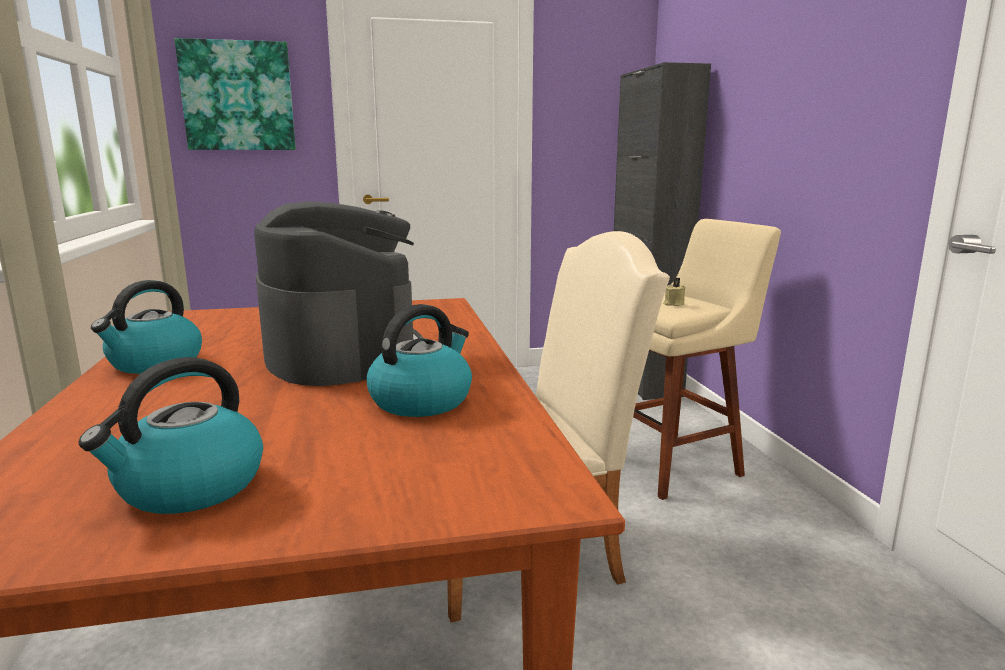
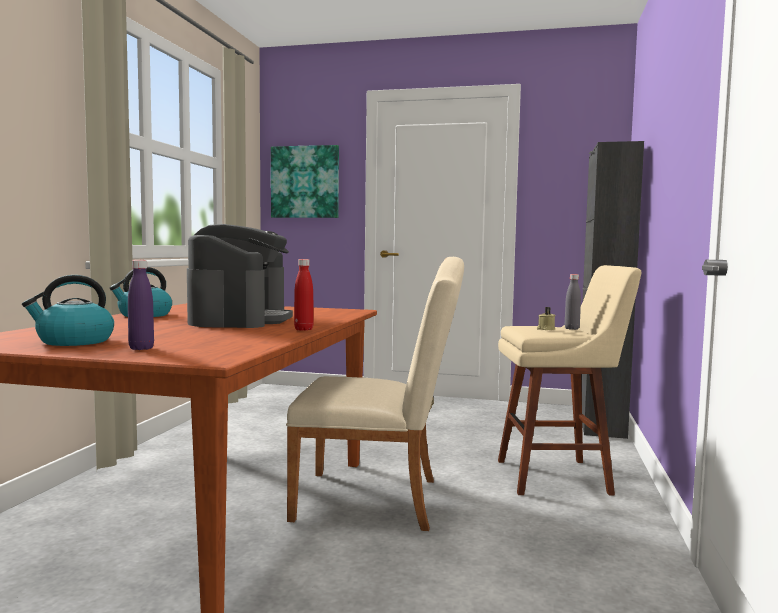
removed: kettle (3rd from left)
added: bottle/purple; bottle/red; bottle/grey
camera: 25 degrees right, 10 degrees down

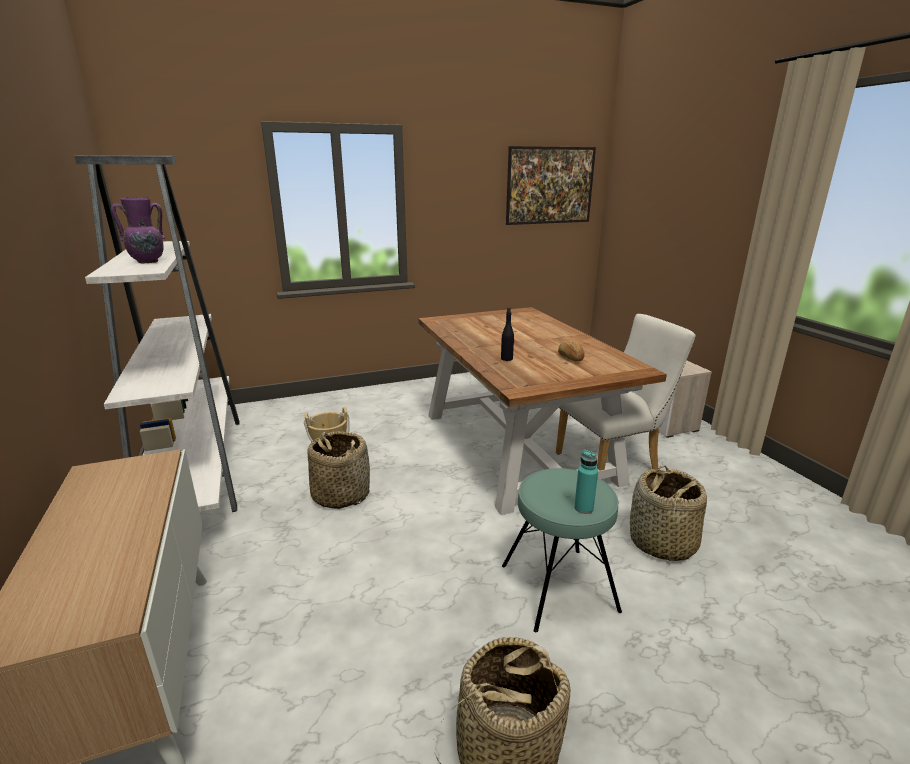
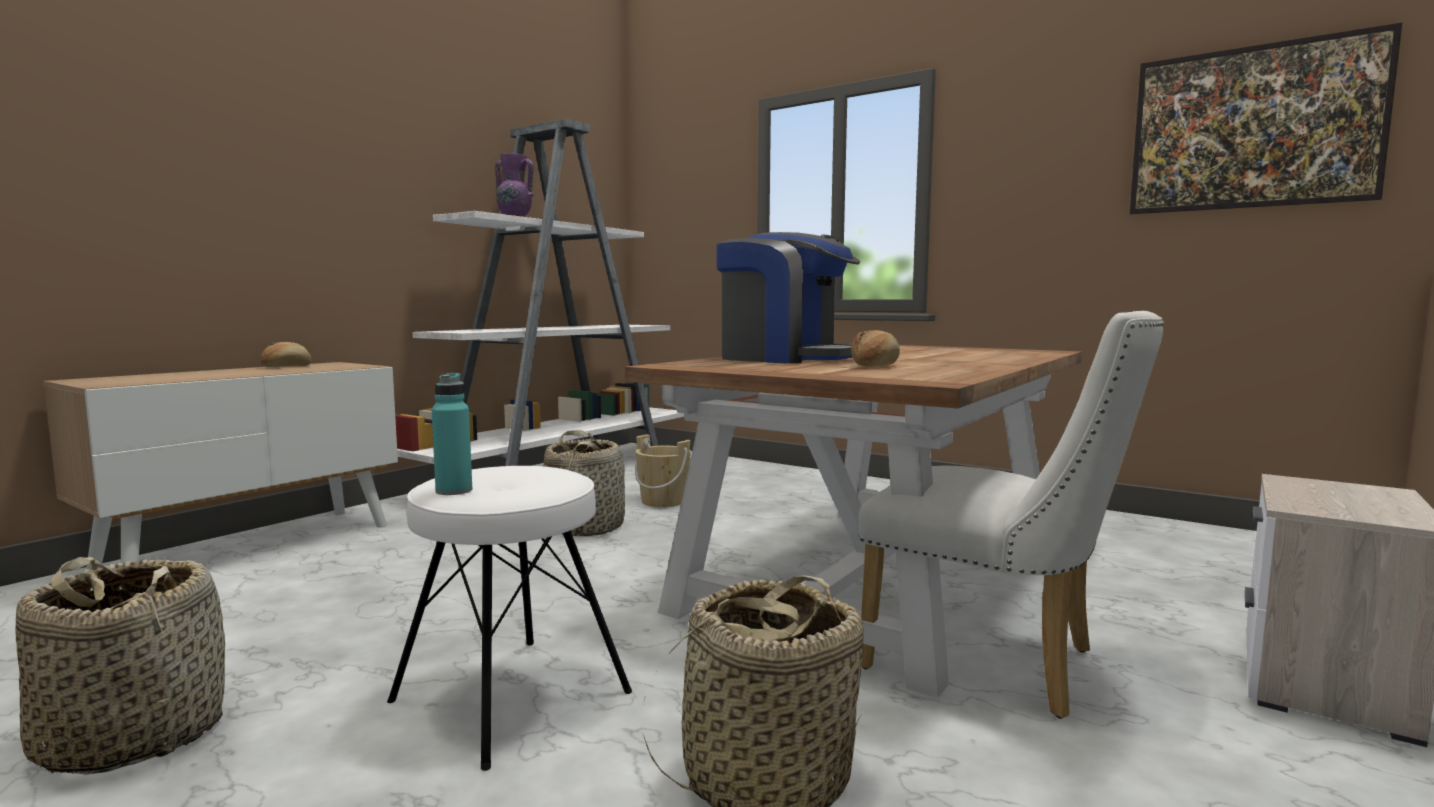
added: bread (1st from left)
replaced: bottle/black to coffee machine
recoloured: stool/turquoise to stool/white
camera: 55 degrees right, 15 degrees down

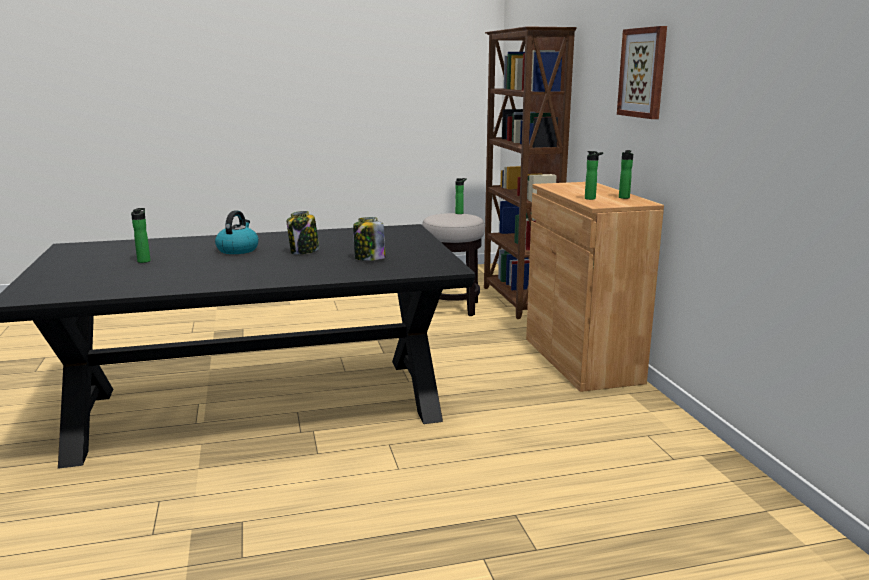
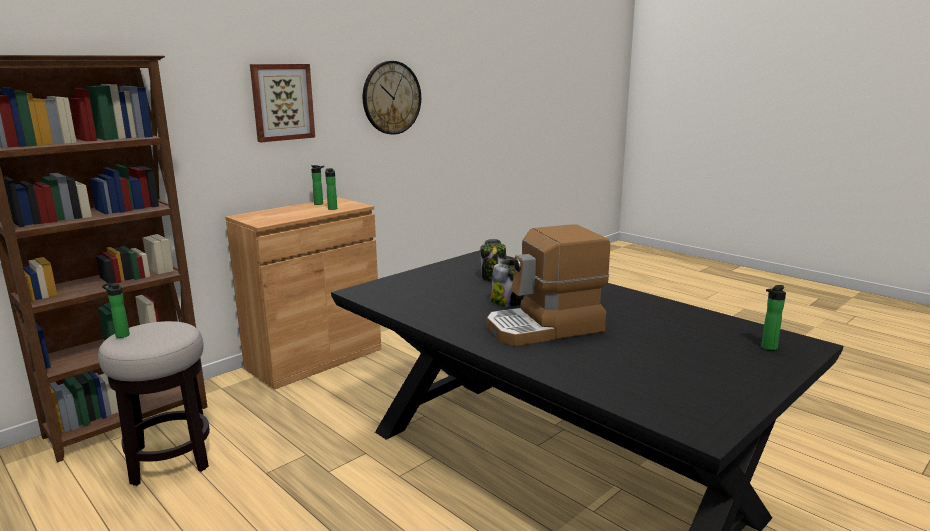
added: wall clock
moved: bottle (1st from left in the first image) to bottle (4th from left)
replaced: kettle to coffee machine
camera: 120 degrees left, 0 degrees up

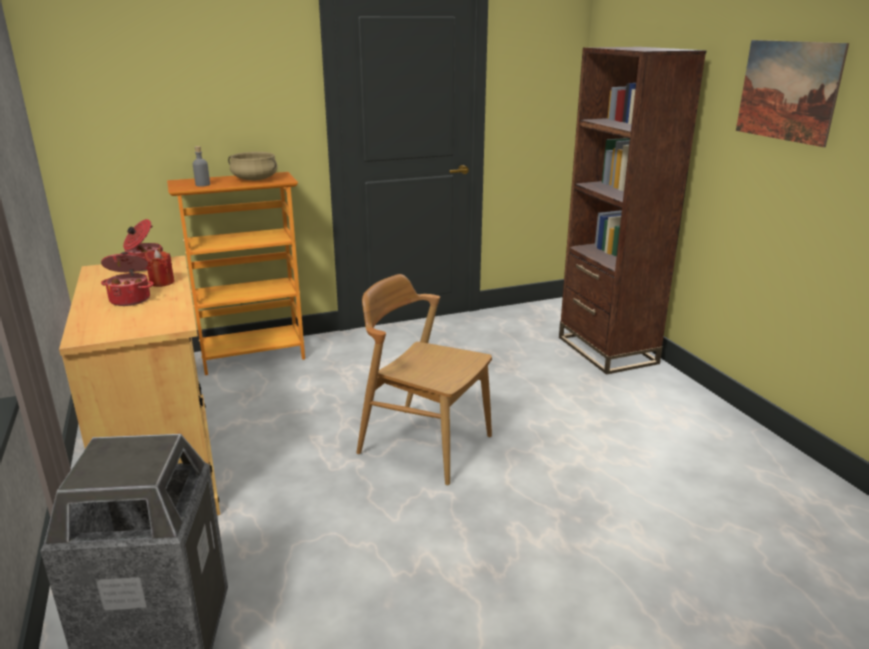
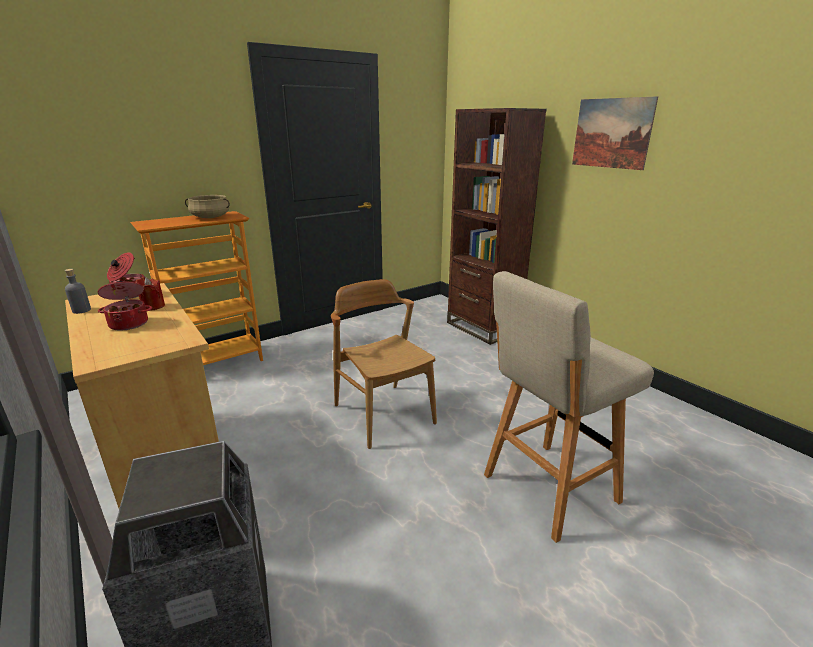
added: stool/beige
moved: bottle/grey
turned: chair/brown 45 degrees clockwise
camera: 15 degrees left, 0 degrees up

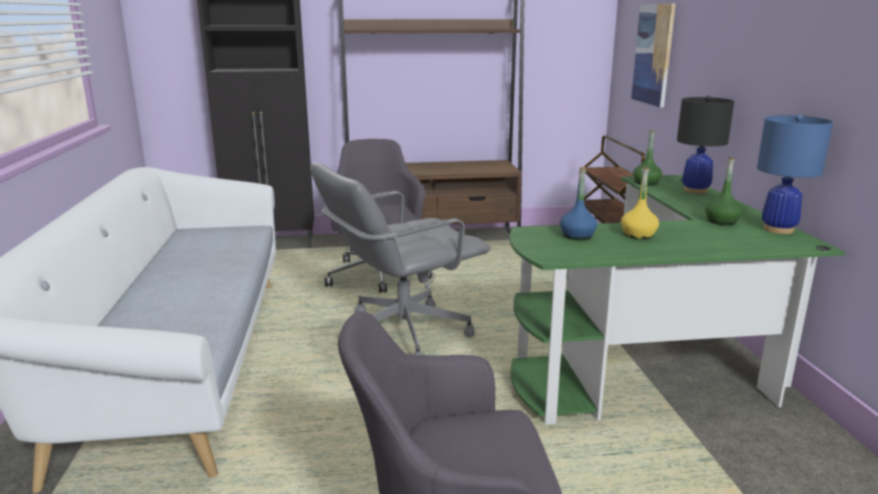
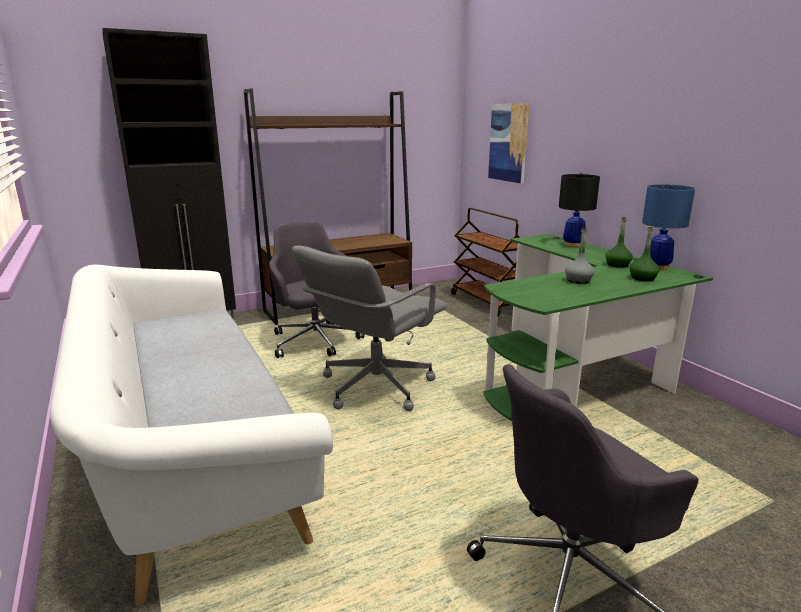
removed: bottle/blue
moved: bottle/green (1st from left in the first image) to bottle/green (2nd from left)
recoloured: bottle/yellow to bottle/grey
camera: 20 degrees left, 0 degrees up

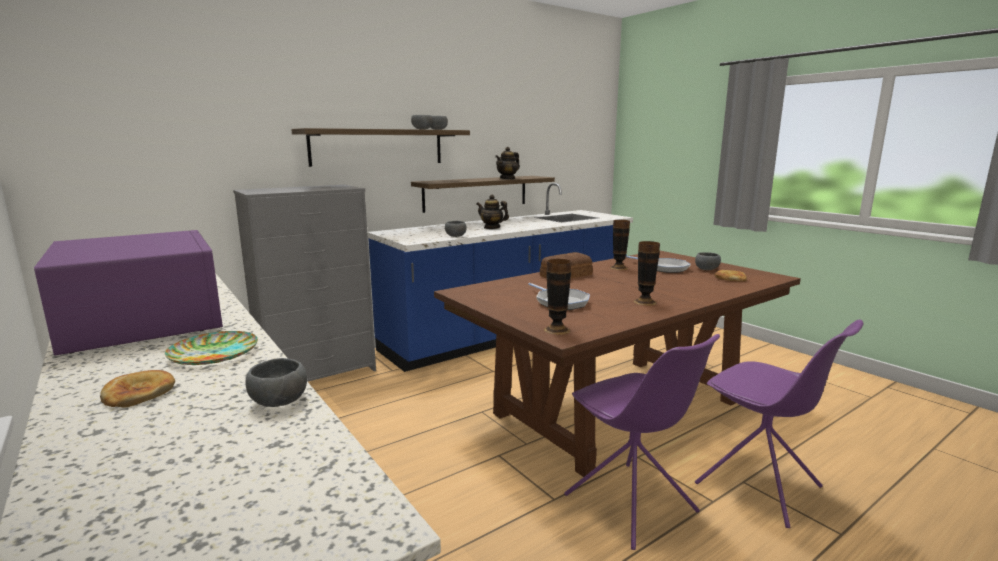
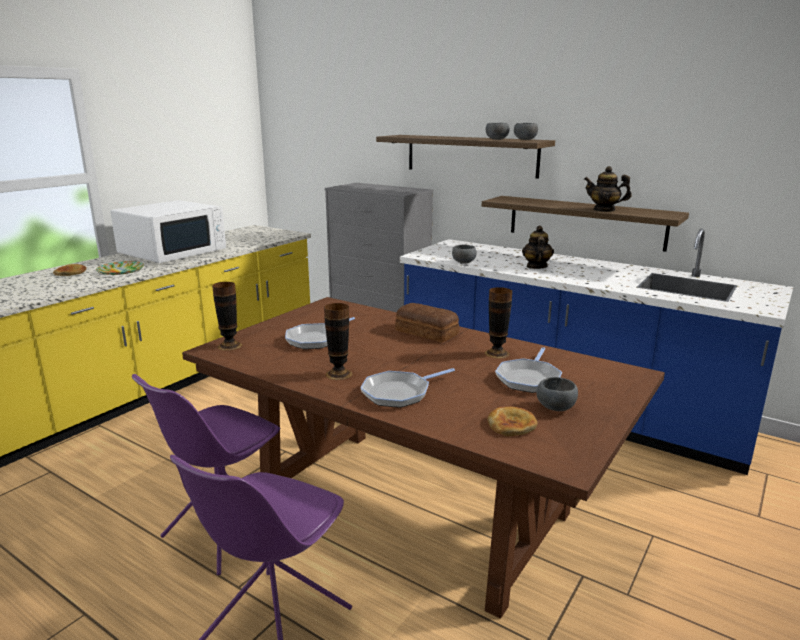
removed: bowl/grey (1st from left)
added: frying pan (2nd from left)
recoloured: microwave/purple to microwave/white
camera: 70 degrees right, 5 degrees up

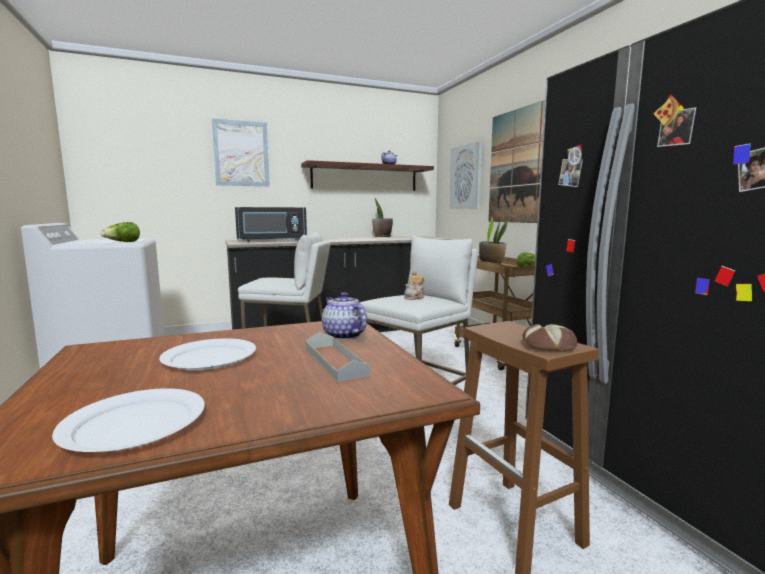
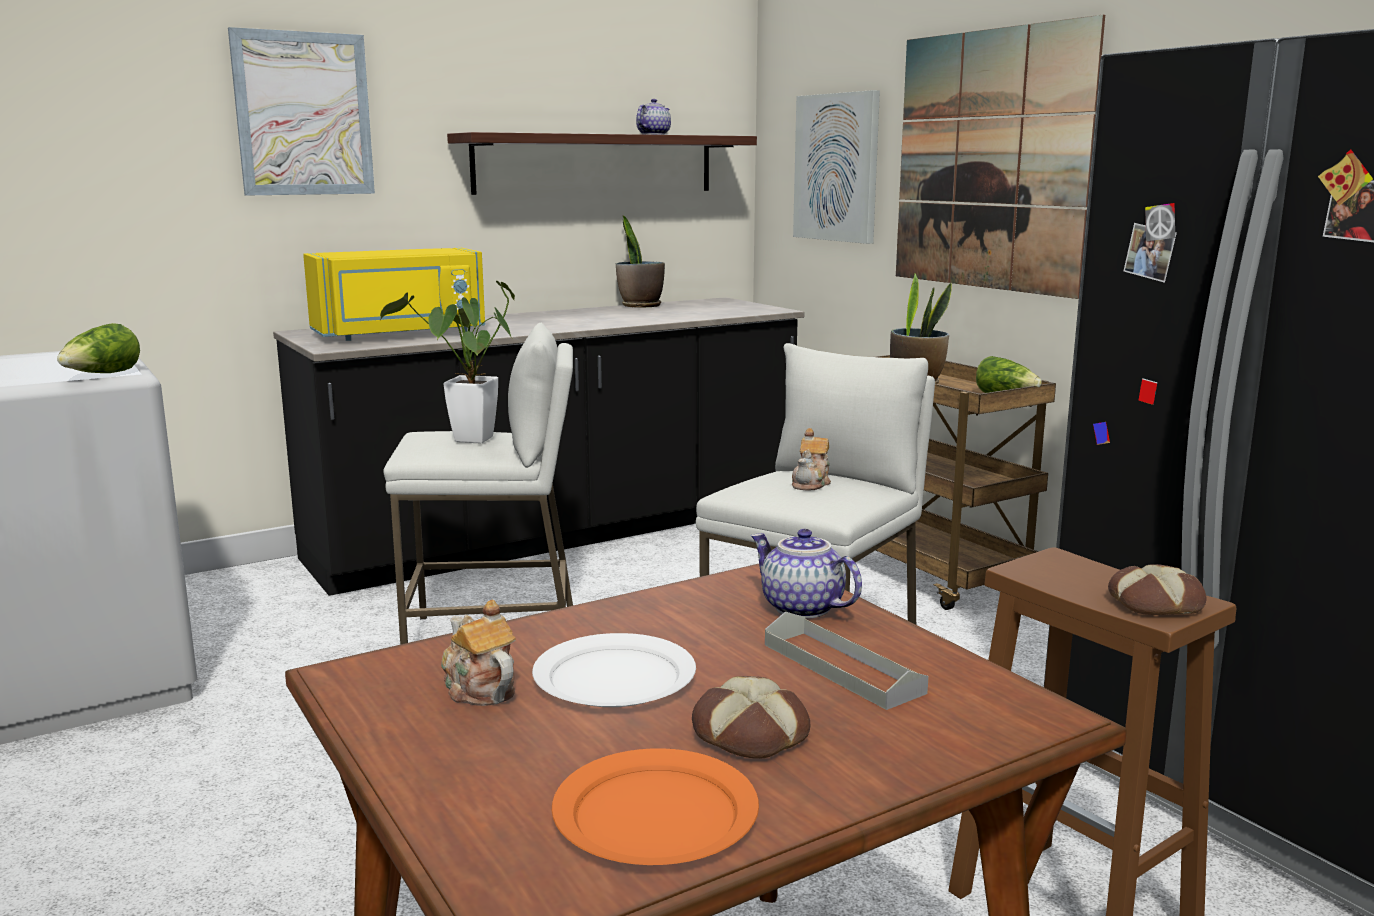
added: potted plant (1st from left); teapot (1st from left); bread (1st from left)
recoloured: microwave/black to microwave/yellow; plate/white (1st from left) to plate/orange
camera: 10 degrees left, 5 degrees up

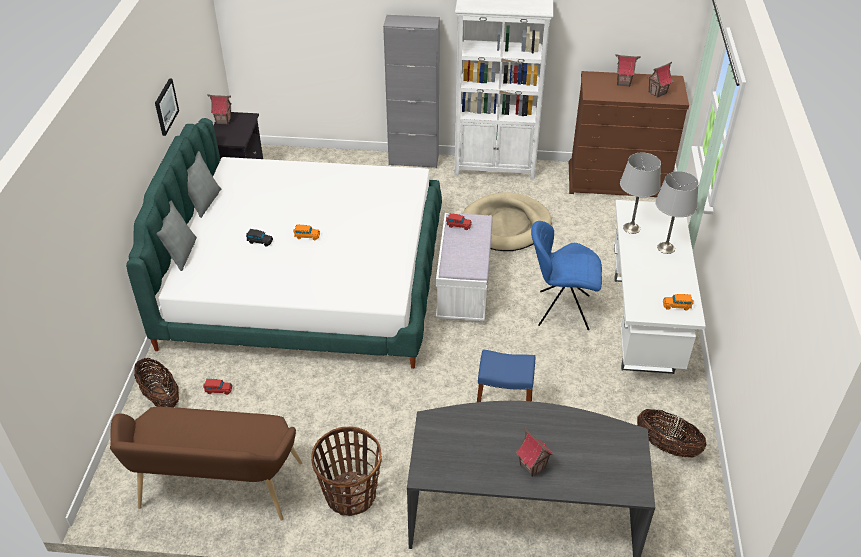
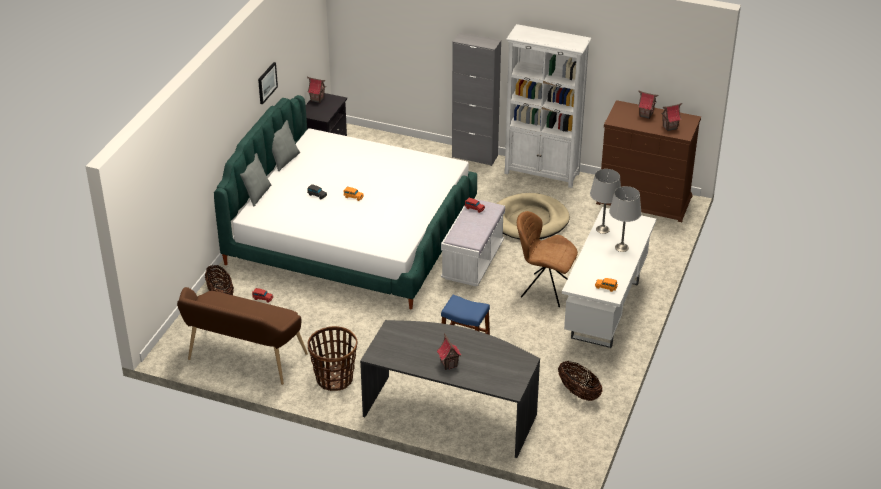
recoloured: chair/blue to chair/brown
camera: 15 degrees right, 5 degrees down

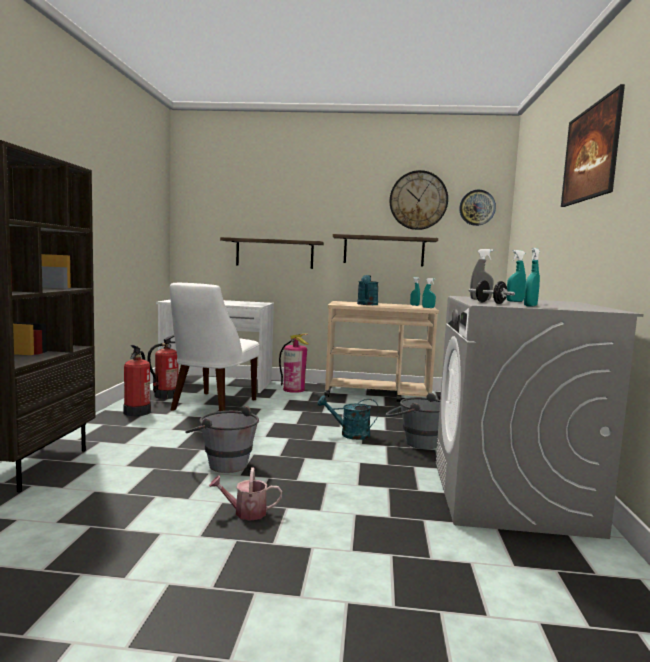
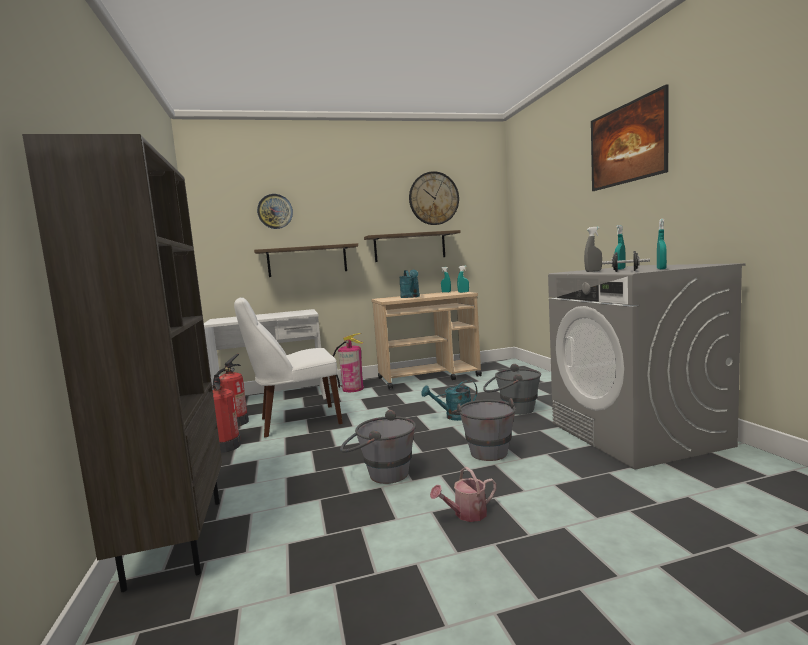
added: bucket/grey (2nd from left)
moved: wall clock (2nd from left in the first image) to wall clock (1st from left)
turned: chair/white 75 degrees clockwise
camera: 20 degrees left, 0 degrees up

